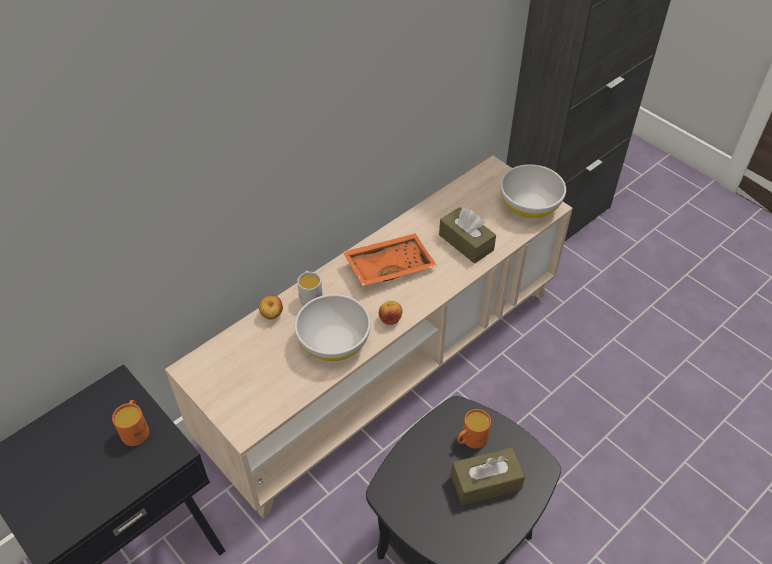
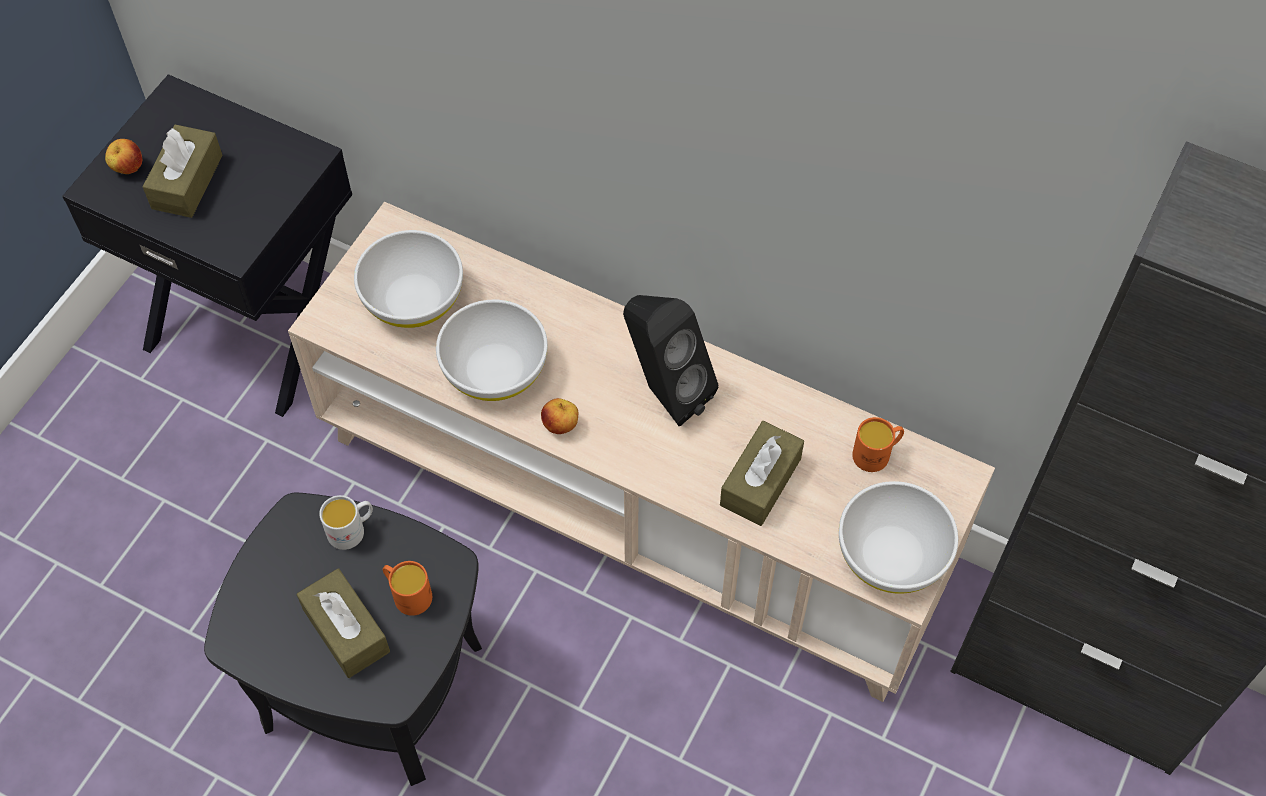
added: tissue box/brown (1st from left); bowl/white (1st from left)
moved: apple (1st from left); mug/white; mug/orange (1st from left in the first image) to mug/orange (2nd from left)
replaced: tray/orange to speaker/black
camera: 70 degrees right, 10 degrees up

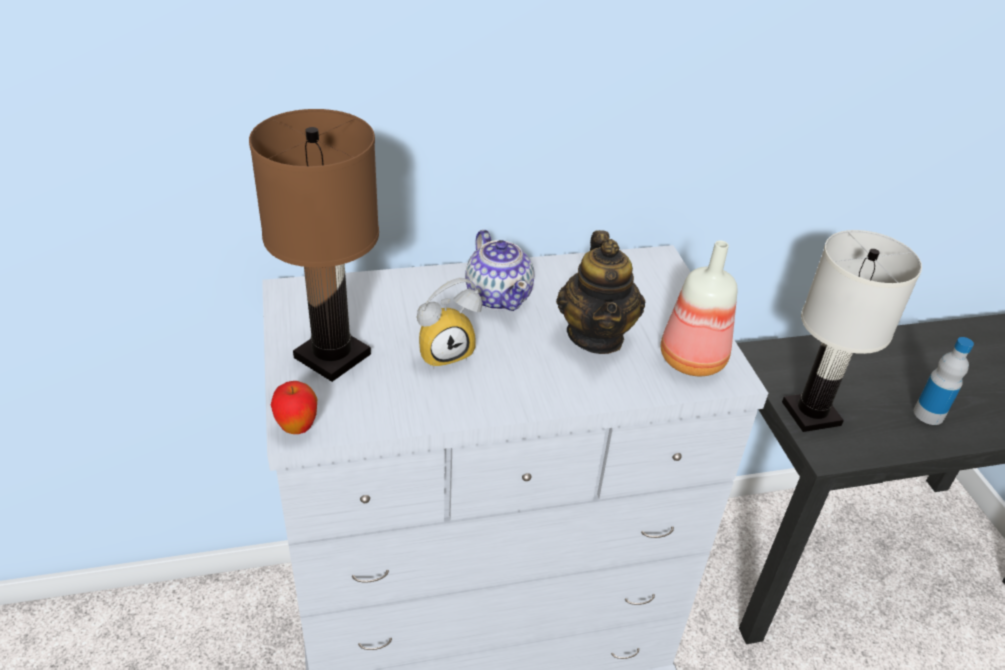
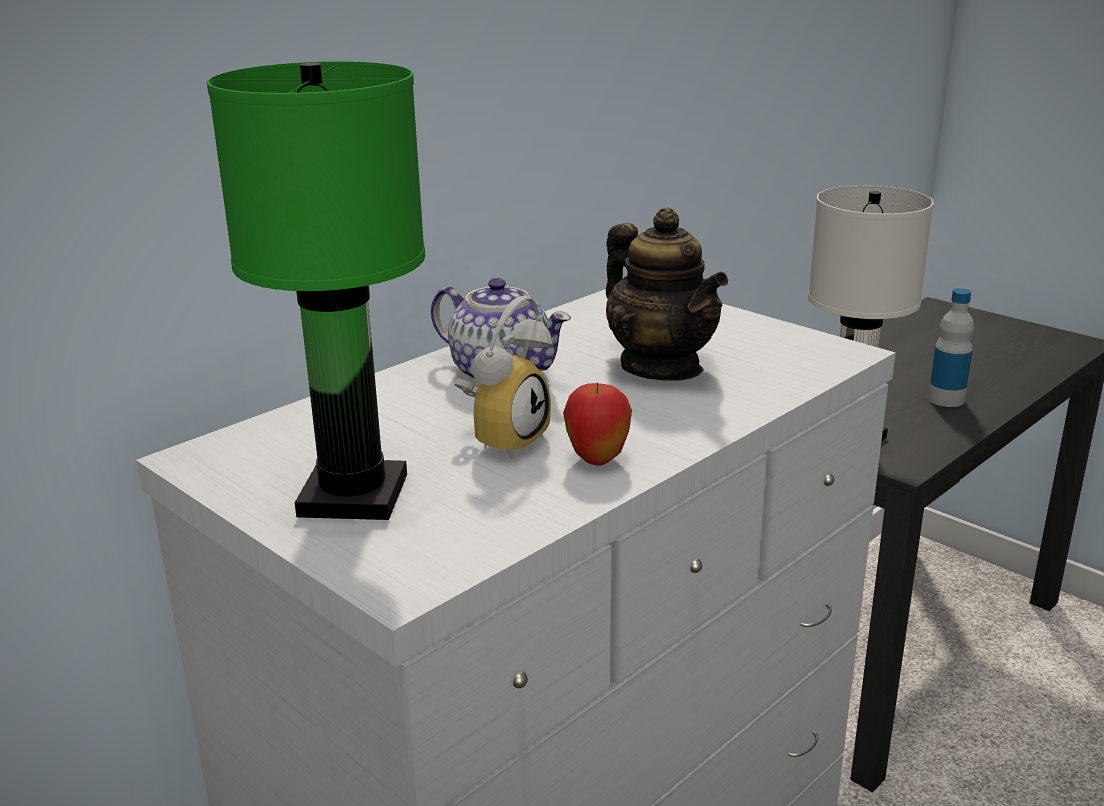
removed: bottle (1st from left)
moved: apple
recoloured: table lamp/brown to table lamp/green
camera: 30 degrees left, 15 degrees down

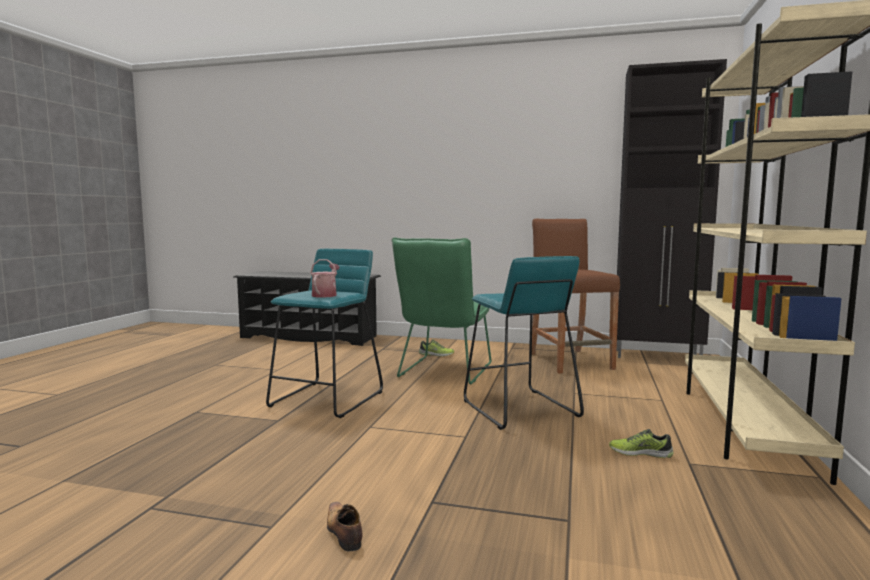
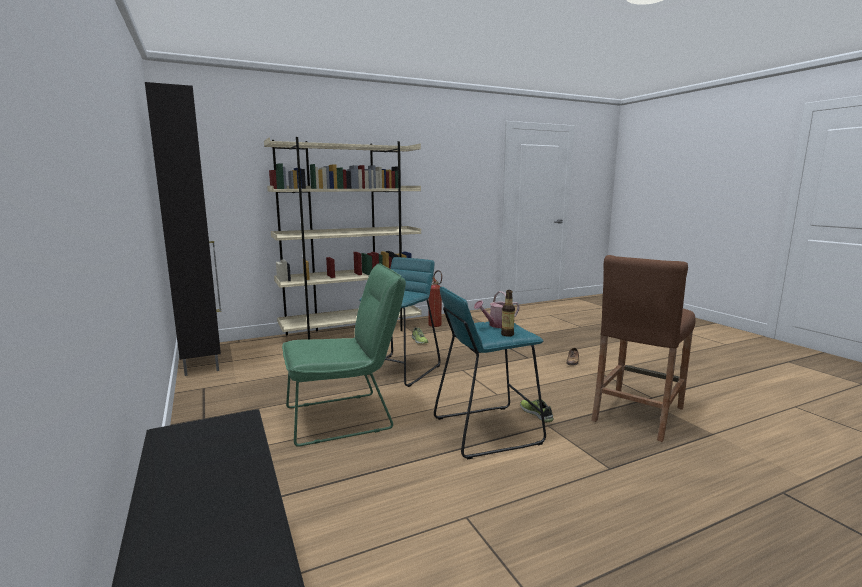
added: fire extinguisher; bottle
moved: shoe (2nd from left); stool/brown
camera: 130 degrees left, 5 degrees up

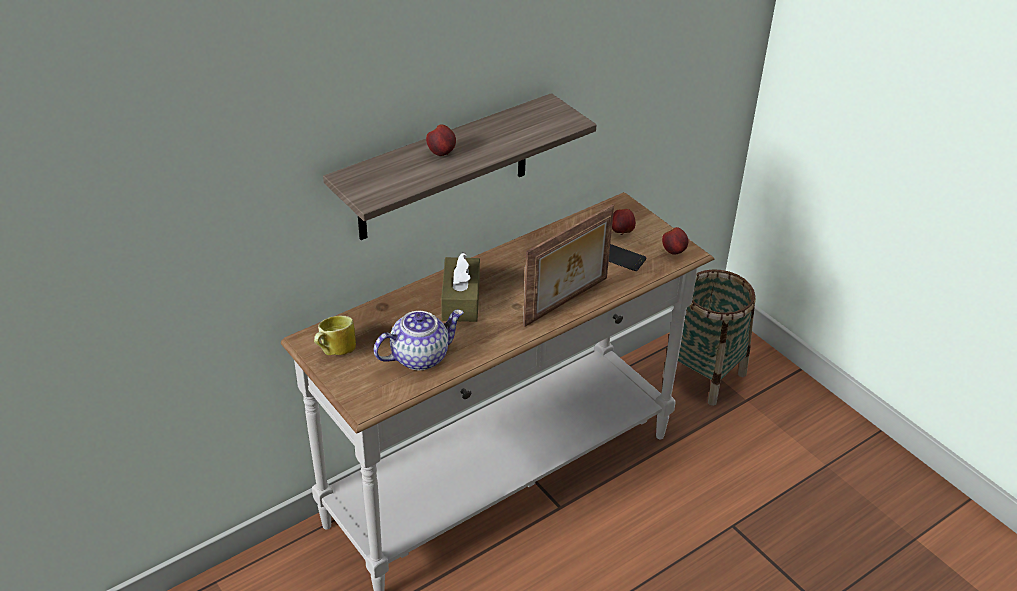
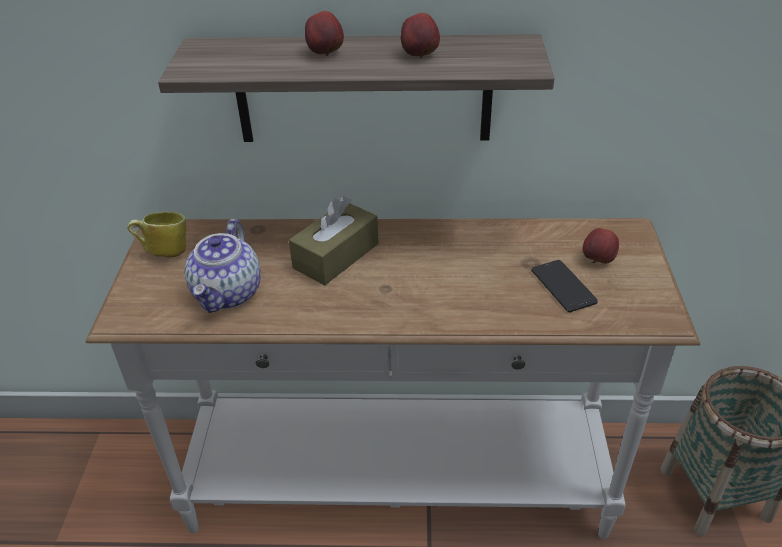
removed: picture frame
moved: apple (3rd from left in the first image) to apple (2nd from left)
turned: teapot 90 degrees clockwise
camera: 40 degrees right, 0 degrees up

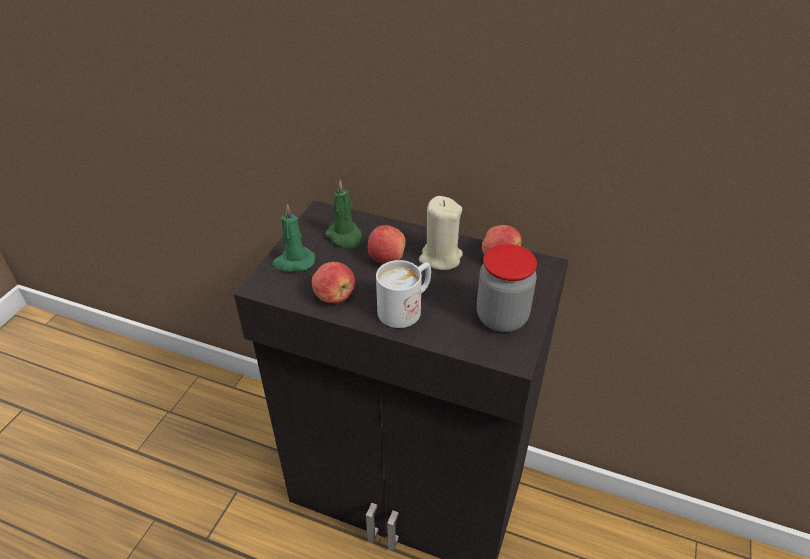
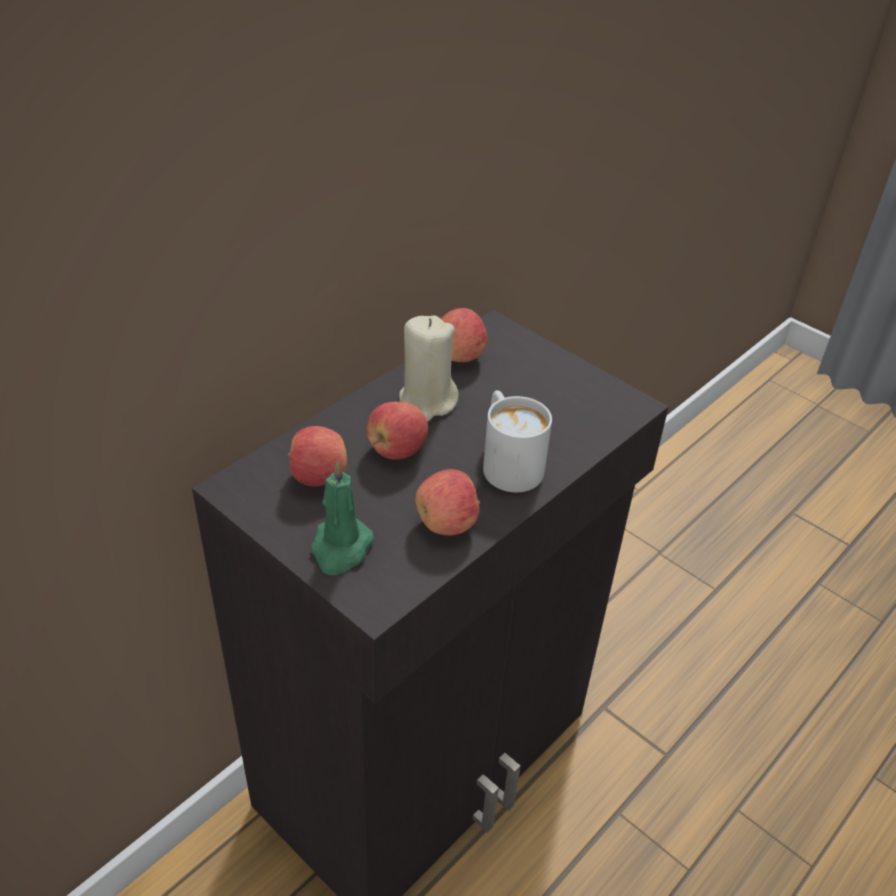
removed: jar
replaced: candle/green (2nd from left) to apple (1st from left)
camera: 70 degrees left, 0 degrees up

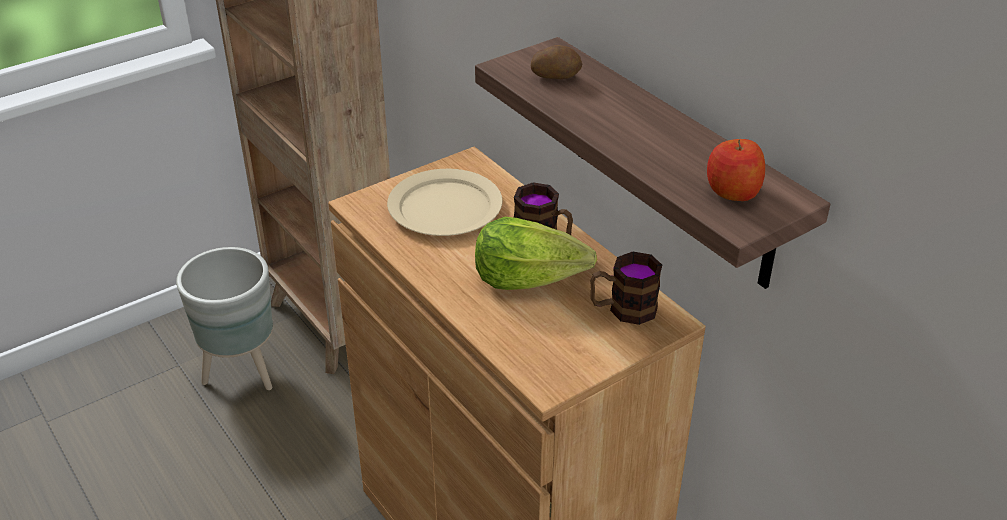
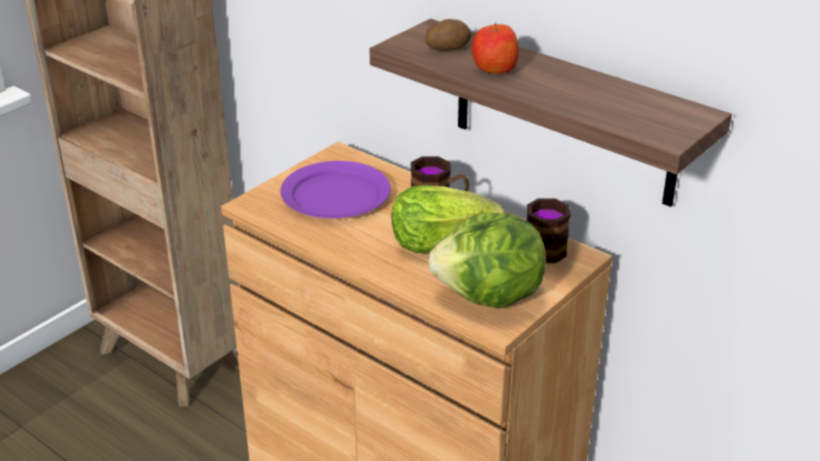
removed: planter/grey
added: lettuce (2nd from left)
moved: apple
recoloured: plate/beige to plate/purple
camera: 15 degrees left, 5 degrees down

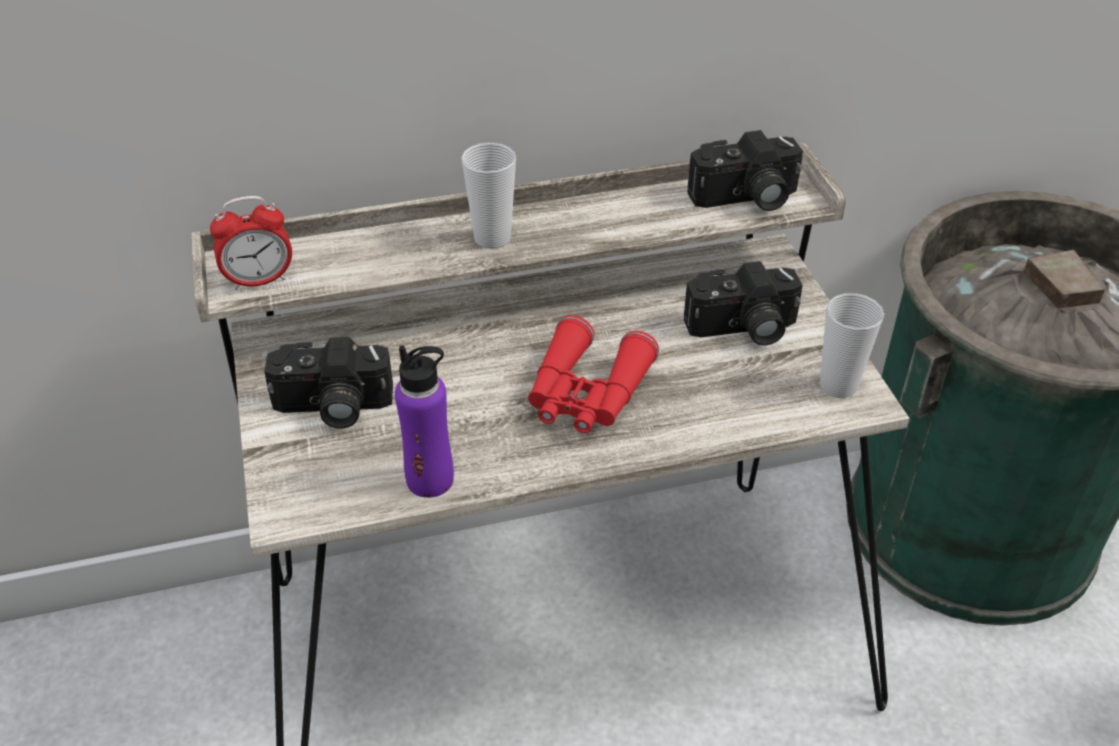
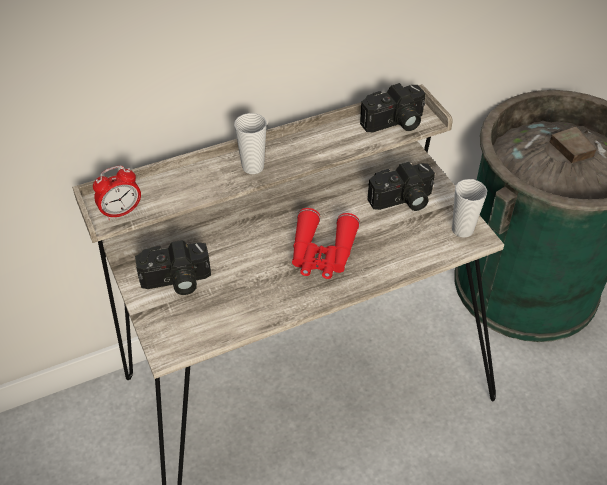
removed: bottle/purple
camera: 10 degrees left, 5 degrees up

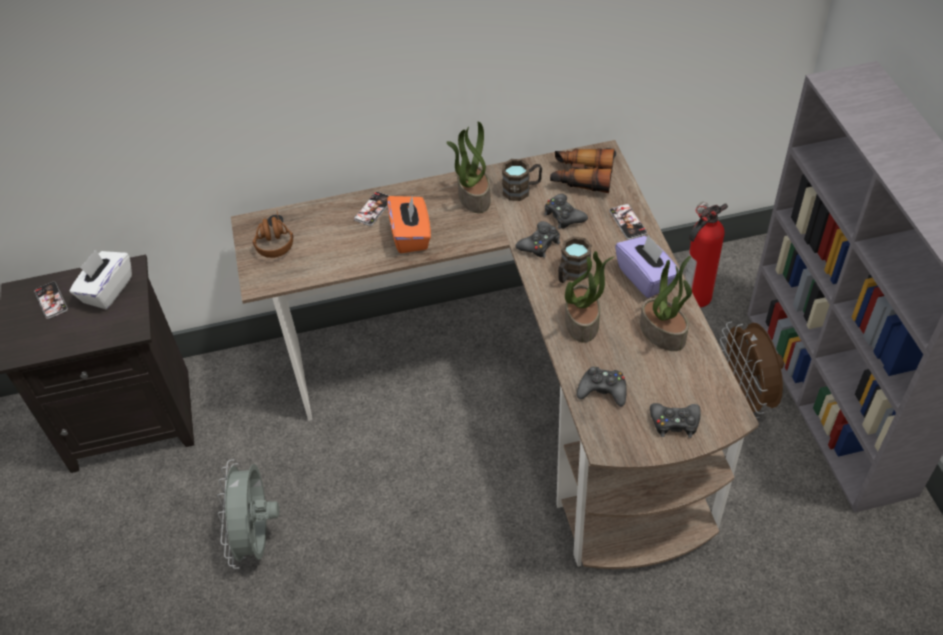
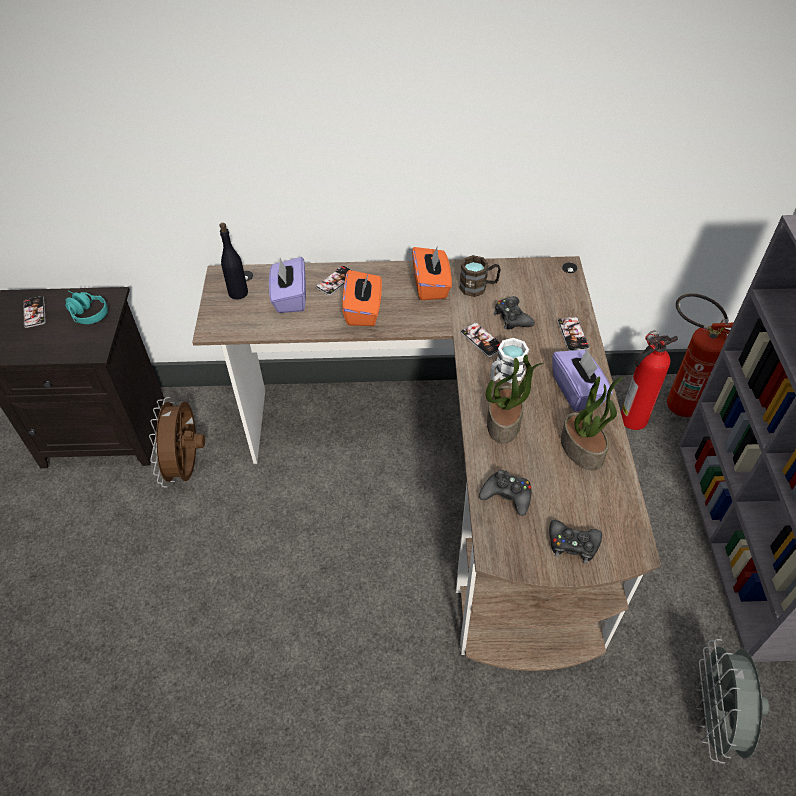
removed: binoculars
added: tissue box/purple (1st from left); fire extinguisher (2nd from left)
moved: fan/brown; fan/grey
replaced: tissue box/white to headphones/turquoise; headphones/brown to bottle/black; potted plant (1st from left) to tissue box/orange (2nd from left); game controller/black (1st from left) to phone (3rd from left)
recoloured: mug/brown (2nd from left) to mug/white
camera: 10 degrees right, 0 degrees up

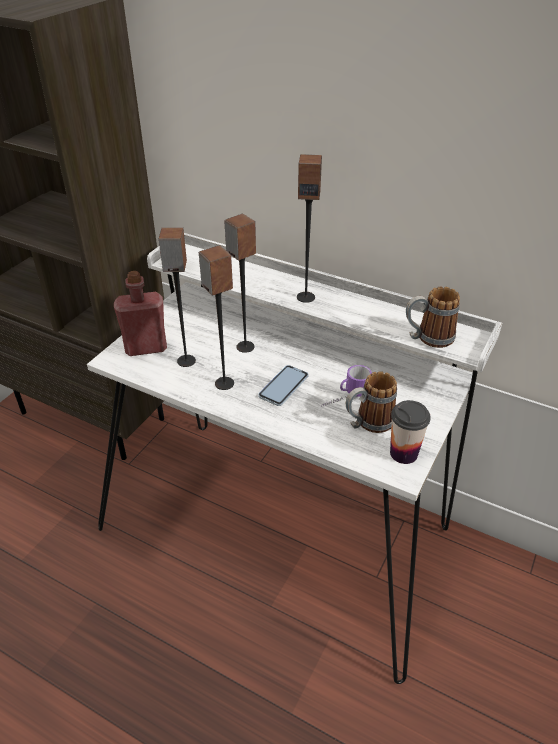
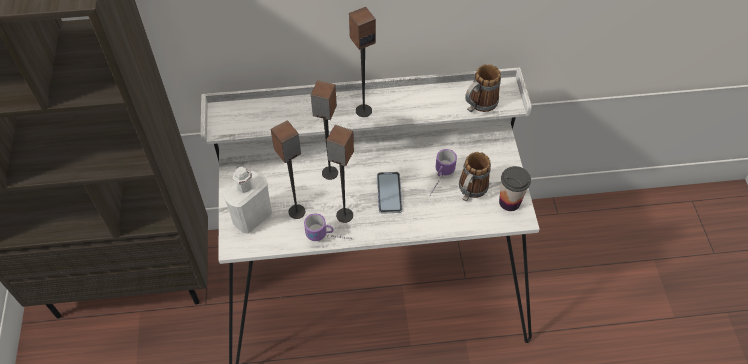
added: mug (1st from left)
recoloured: bottle/red to bottle/white
camera: 35 degrees left, 15 degrees up

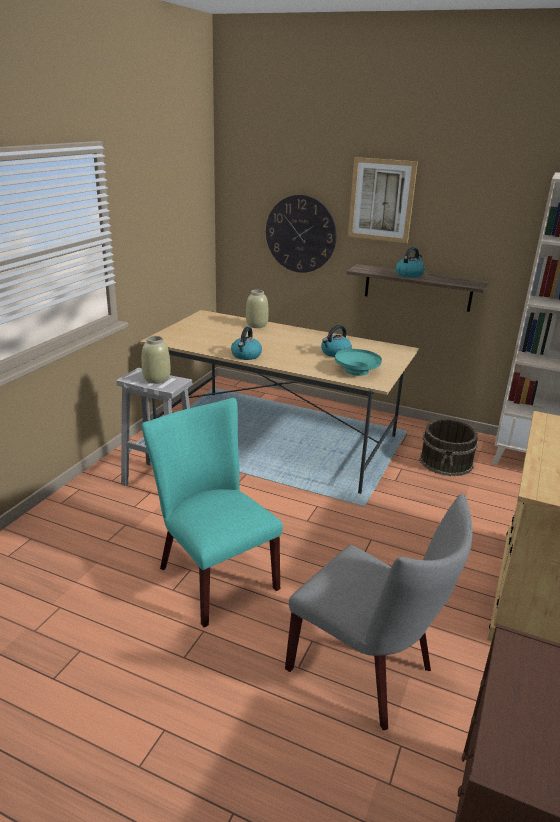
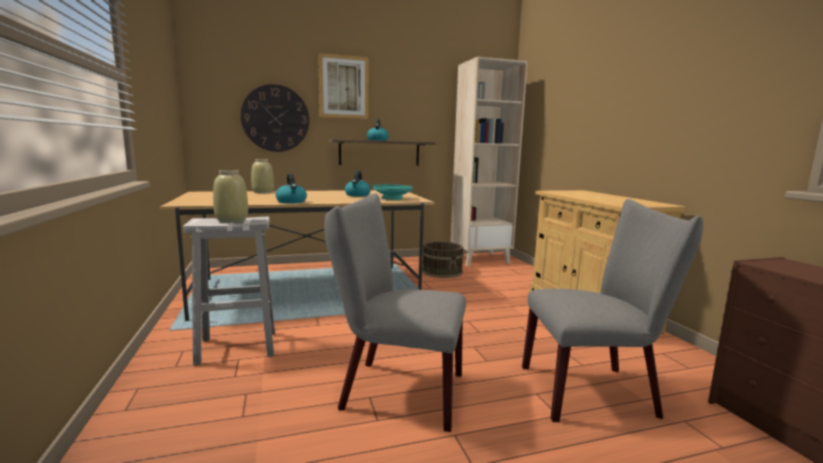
recoloured: chair/turquoise to chair/grey (1st from left)
camera: 40 degrees left, 15 degrees down

